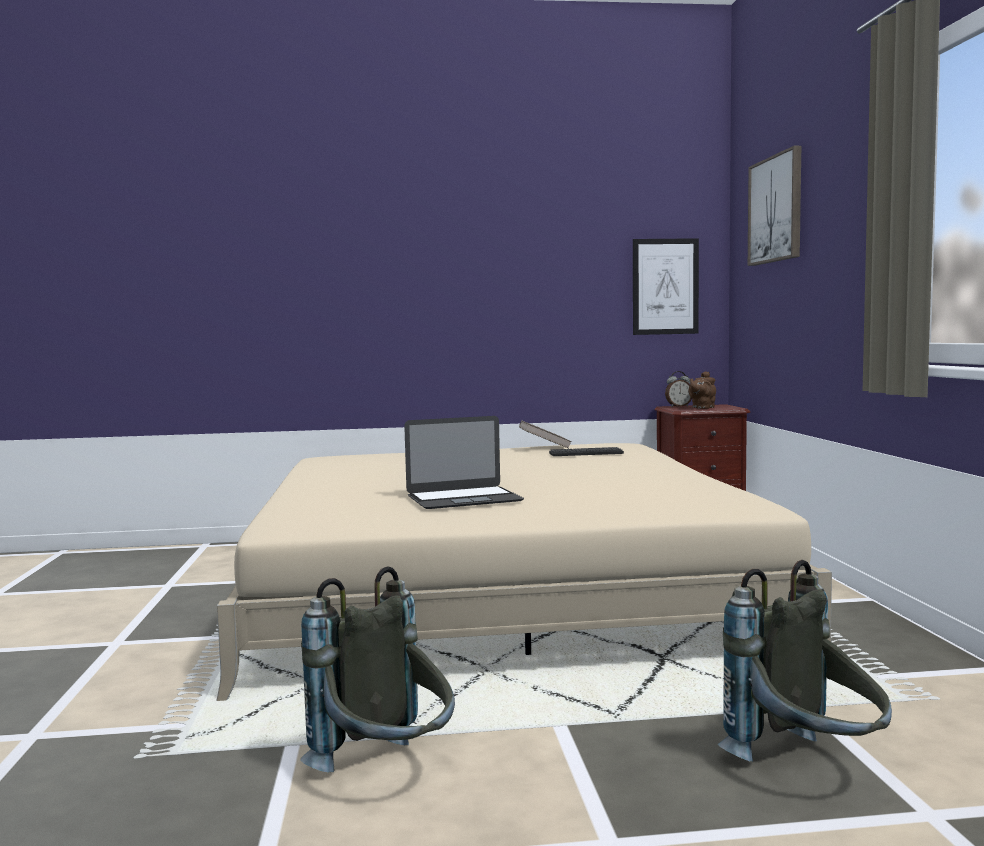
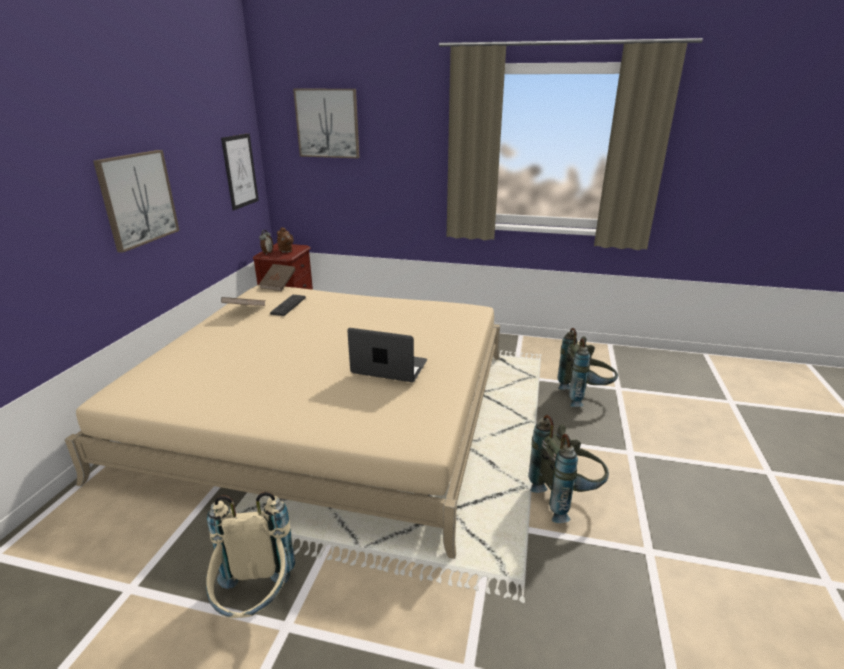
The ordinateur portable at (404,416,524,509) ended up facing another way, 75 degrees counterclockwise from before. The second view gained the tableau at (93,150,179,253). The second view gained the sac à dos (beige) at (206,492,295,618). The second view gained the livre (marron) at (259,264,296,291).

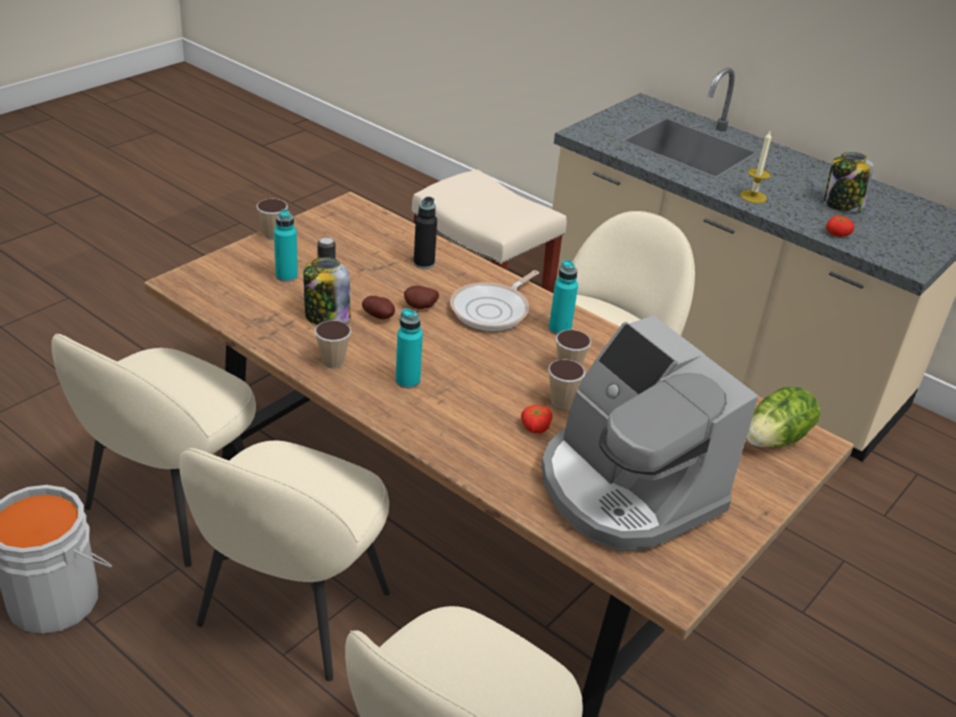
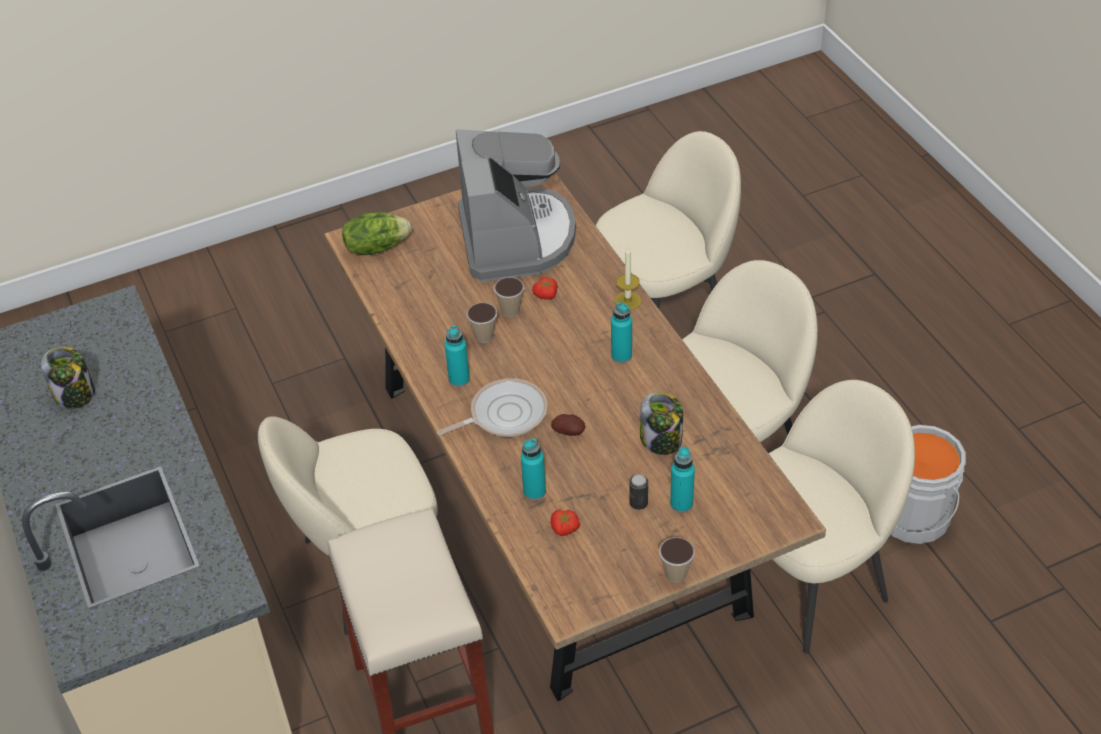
The second view lost the tasse at (315,320,351,369). The second view lost the pomme de terre at (362,296,395,319). What was the bouteille (noir) at (414,197,437,269) turned into the bouteille (turquoise) at (521,438,546,500). The bougie ended up elsewhere, having gone from (740,131,771,203) to (614,247,641,310). The tomate ended up elsewhere, having gone from (826,215,854,237) to (550,509,580,536).

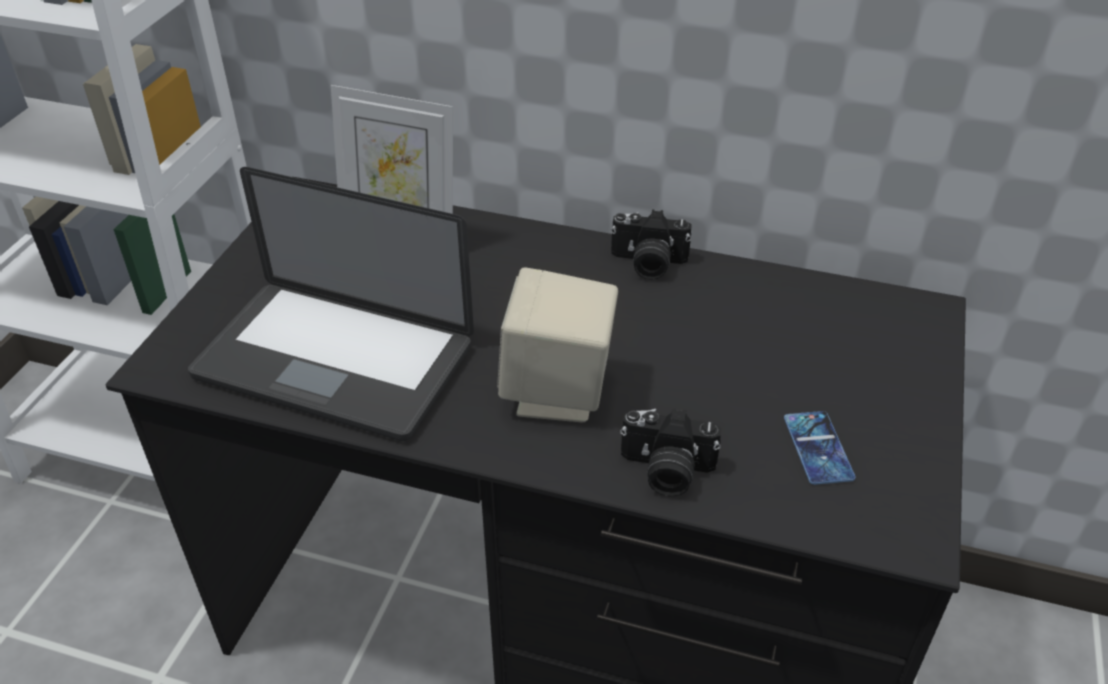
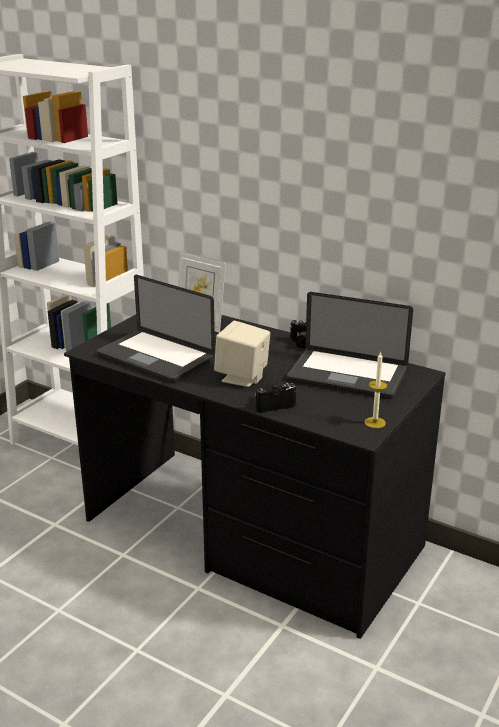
The appareil photo at (620,408,722,496) ended up facing another way, 135 degrees clockwise from before. The second view lost the téléphone at (784,411,855,485). The second view gained the ordinateur portable at (287,292,413,399). The second view gained the bougie at (364,351,387,428).

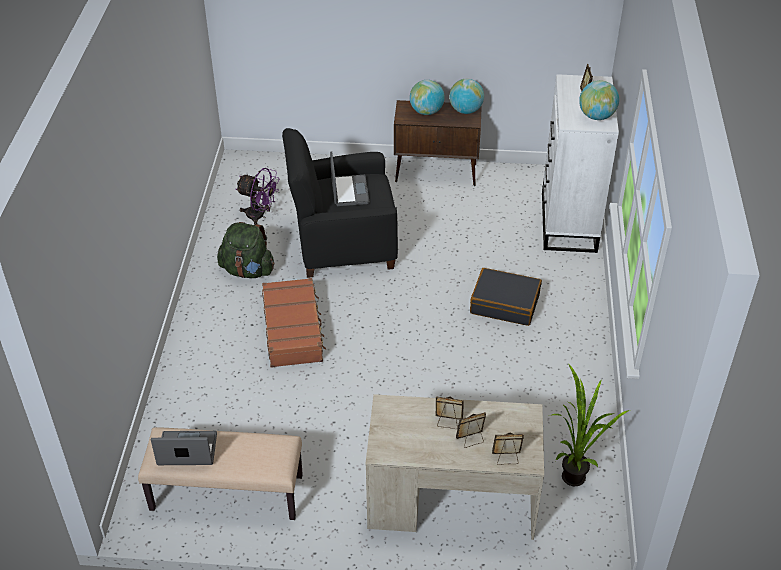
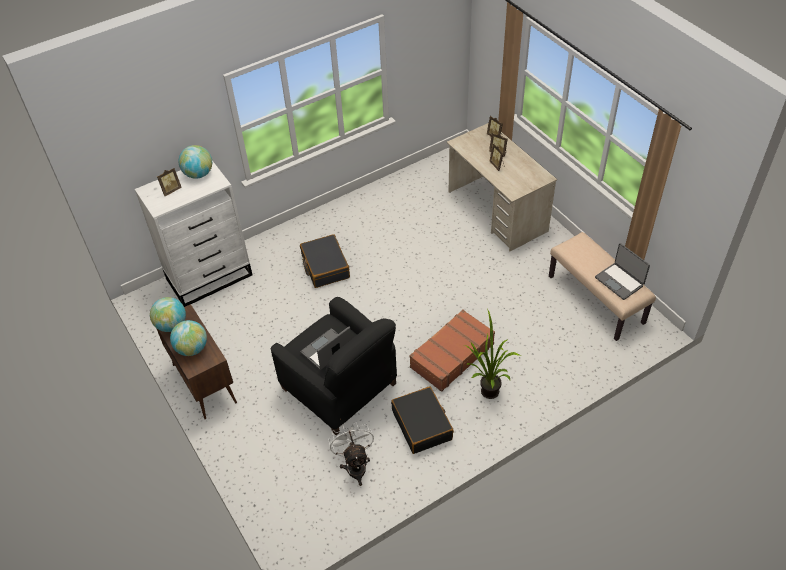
Where the sac à dos (vert) stood at (217,222,275,278), the valise (noir) came to stand at (391,386,454,454). What was the ventilateur (violet) at (236,168,279,225) turned into the ventilateur (blanc) at (328,422,374,486). The plante en pot ended up elsewhere, having gone from (552,363,630,486) to (464,309,521,399).

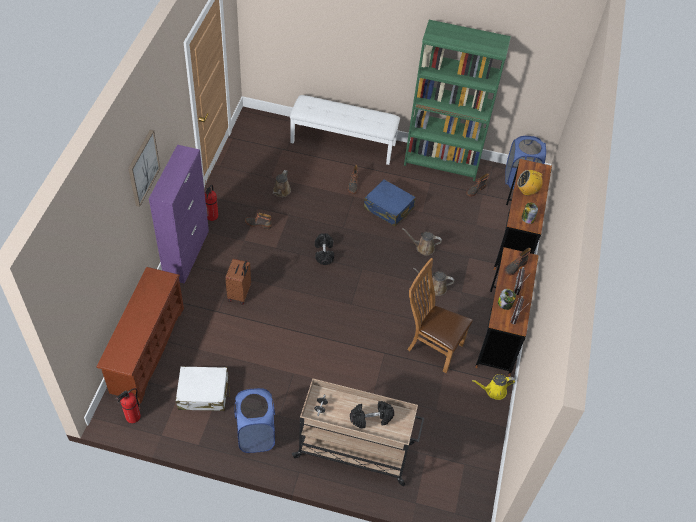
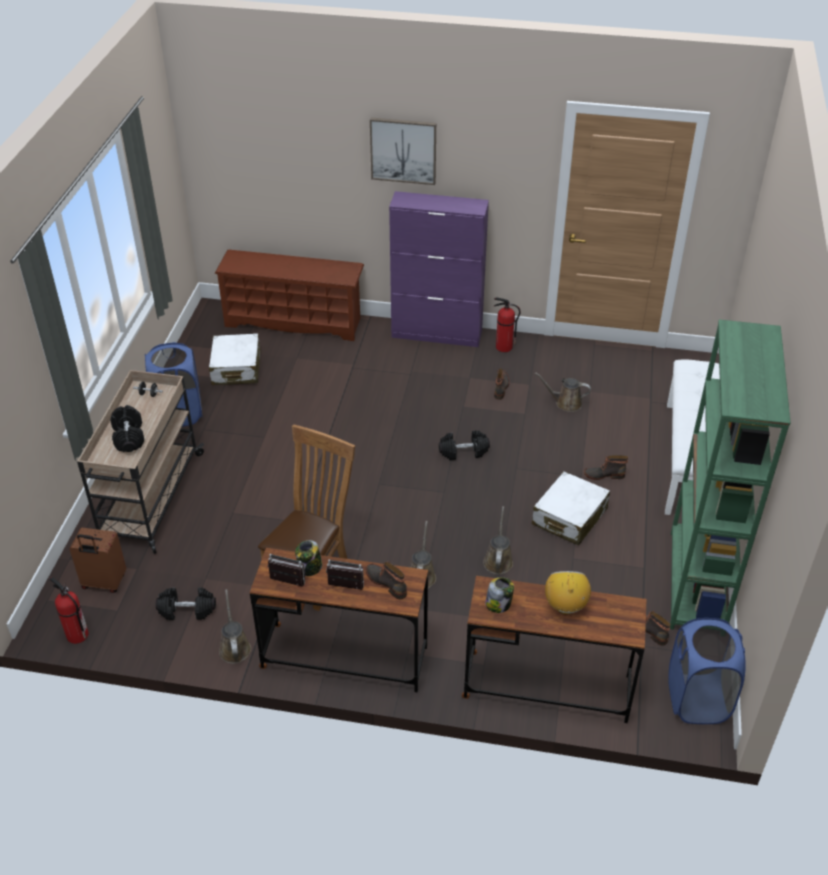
The extincteur ended up elsewhere, having gone from (116,388,141,423) to (49,577,89,644). The valise (marron) ended up elsewhere, having gone from (225,259,251,305) to (70,528,126,593). What was the valise (bleu) at (364,179,416,227) turned into the valise (blanc) at (532,471,610,545). What was the arrosoir (jaune) at (472,374,515,400) turned into the arrosoir (marron) at (219,589,251,664). The second view gained the haltère (noir) at (156,588,216,620).

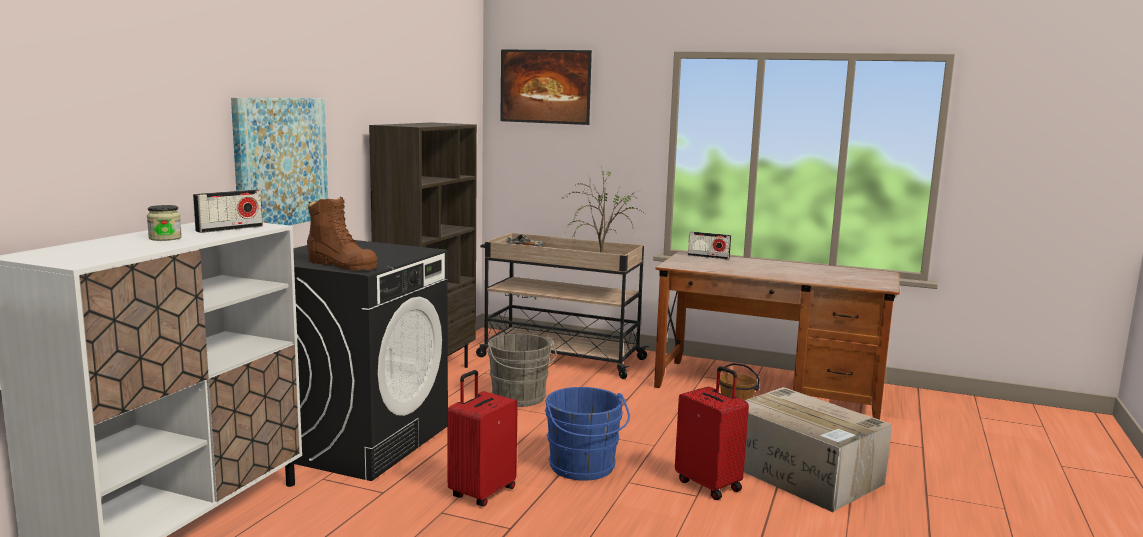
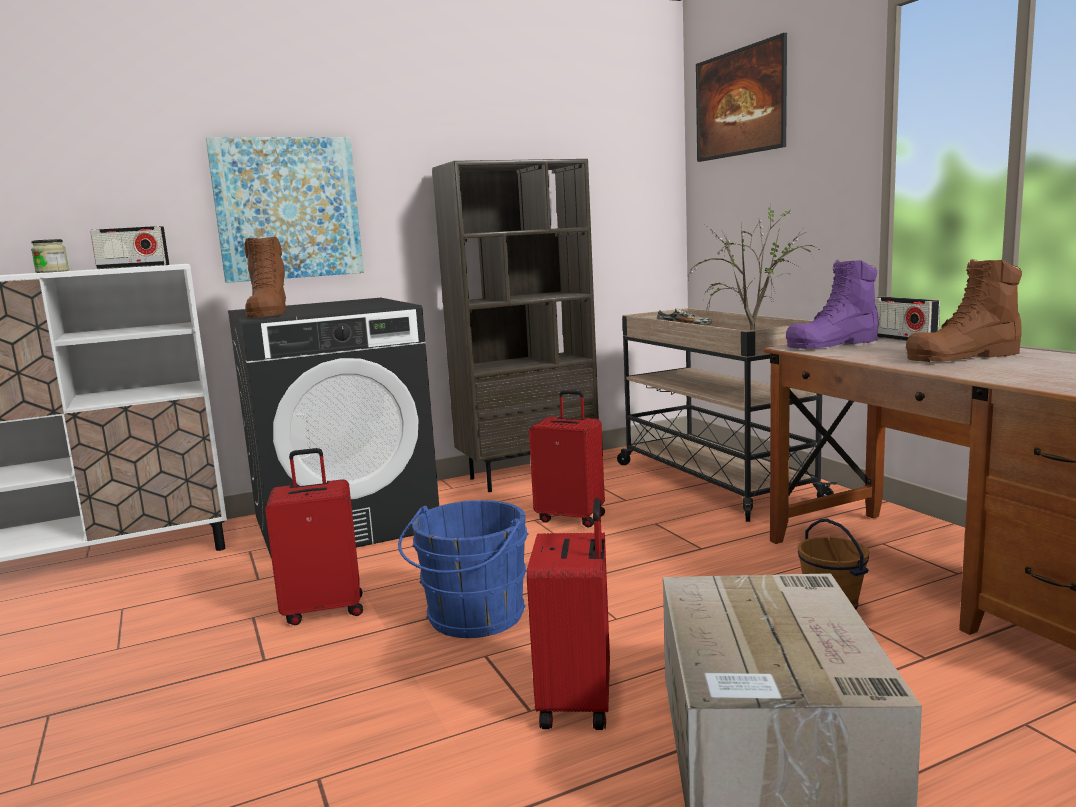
Where the seau (gris) stood at (487,334,557,407), the valise (rouge) came to stand at (529,390,605,527). The second view gained the botte (violet) at (786,260,879,349). The second view gained the botte (marron) at (906,259,1022,362).

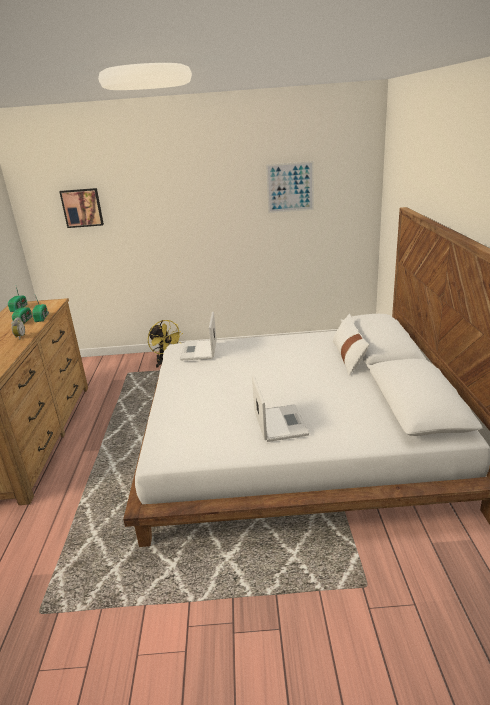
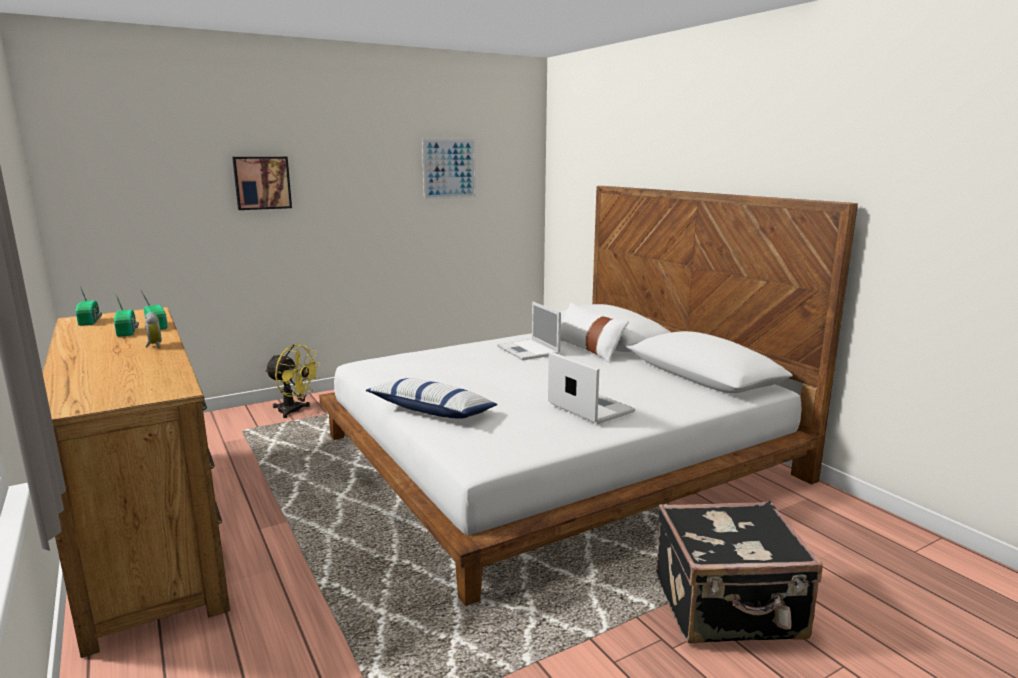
The tableau ended up elsewhere, having gone from (59,188,104,228) to (232,157,292,210). The ordinateur portable ended up elsewhere, having gone from (180,312,217,360) to (497,302,561,360). The second view gained the coussin at (366,378,498,419). The second view gained the valise (noir) at (656,501,823,644).

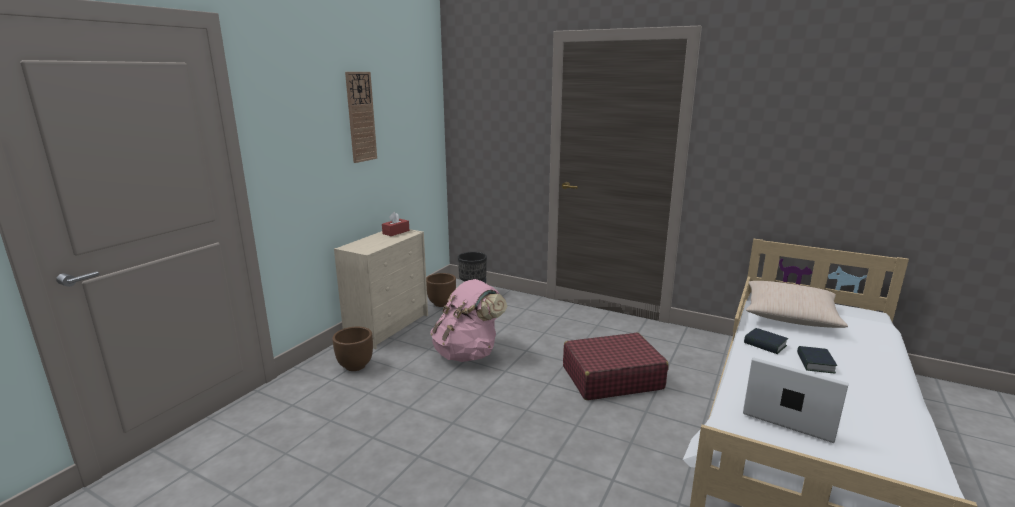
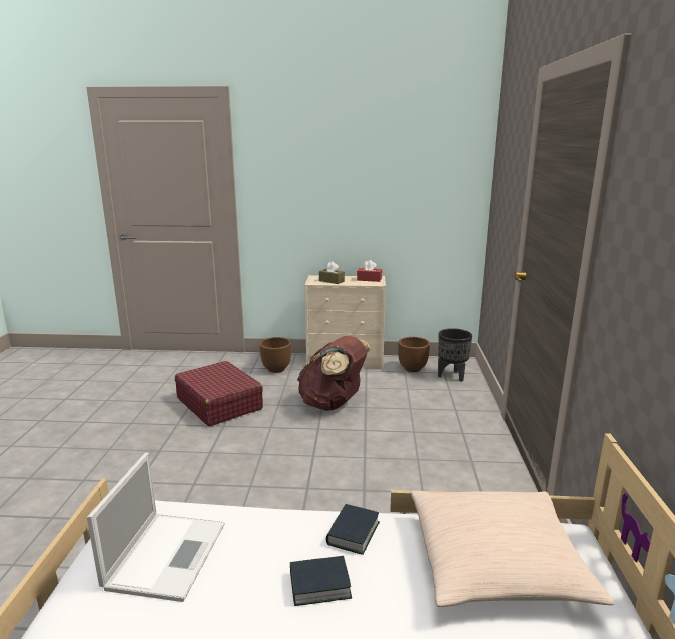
The second view lost the horloge murale at (345,72,377,163). What was the sac à dos (rose) at (430,279,507,362) turned into the sac à dos (marron) at (297,336,371,411). The valise (rouge) ended up elsewhere, having gone from (563,333,669,400) to (175,361,263,426). The second view gained the boîte à mouchoirs (marron) at (319,261,345,284).

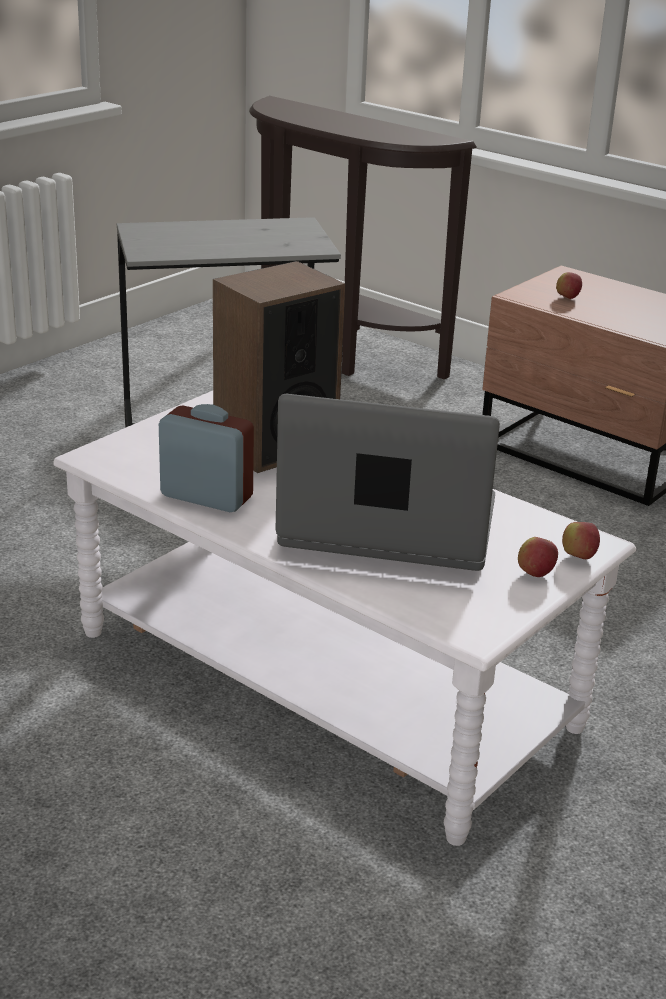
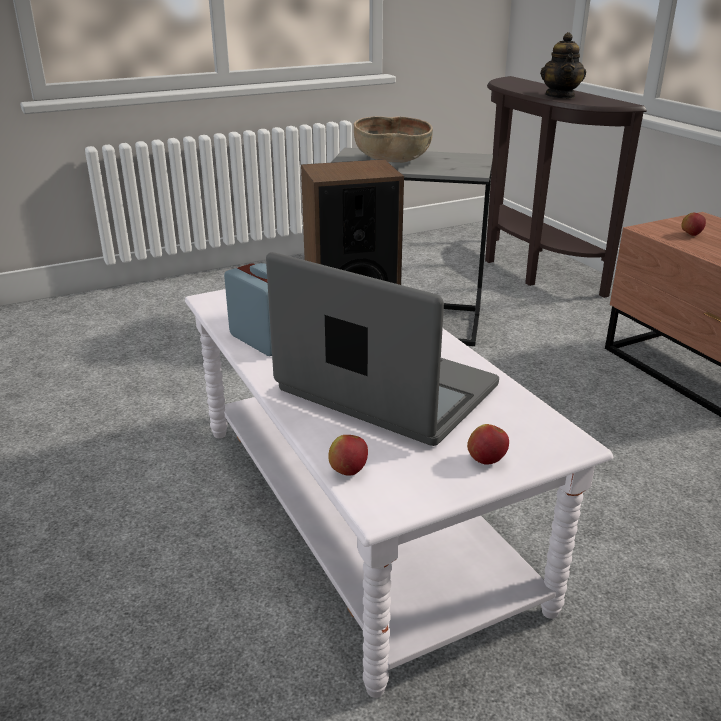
The pomme ended up elsewhere, having gone from (562,522,600,559) to (328,435,368,476). The second view gained the bol (marron) at (354,116,433,163). The second view gained the théière at (540,32,586,99).

